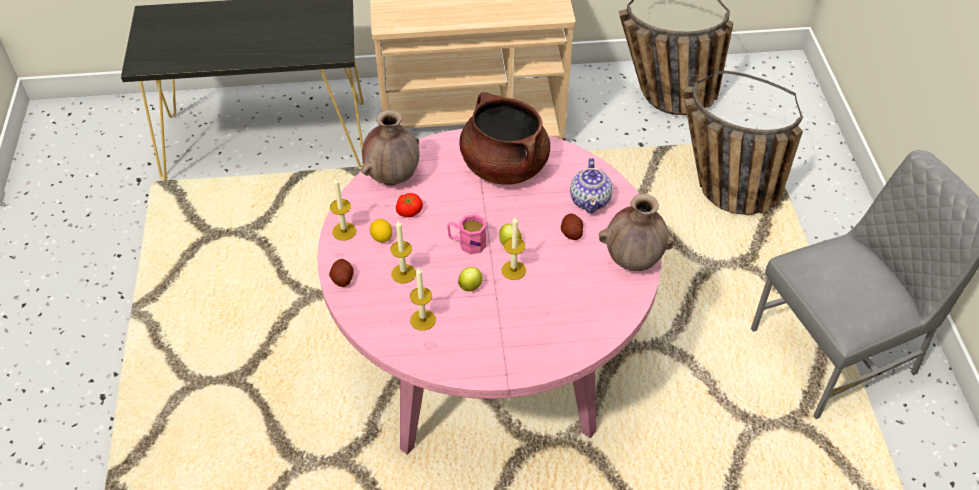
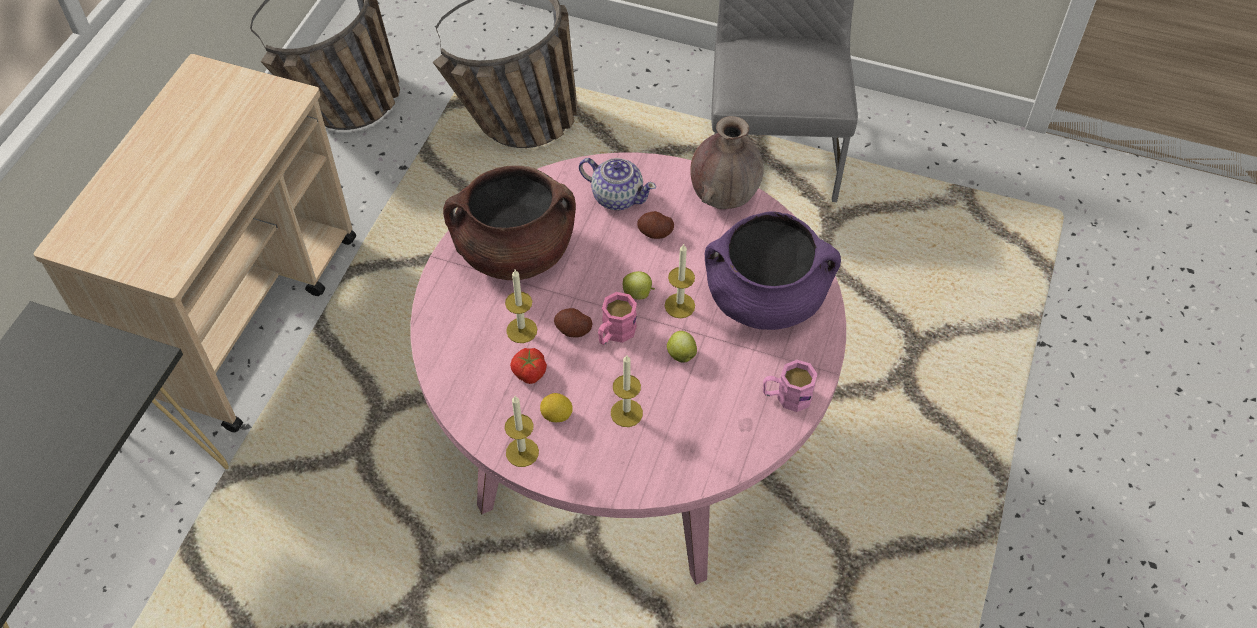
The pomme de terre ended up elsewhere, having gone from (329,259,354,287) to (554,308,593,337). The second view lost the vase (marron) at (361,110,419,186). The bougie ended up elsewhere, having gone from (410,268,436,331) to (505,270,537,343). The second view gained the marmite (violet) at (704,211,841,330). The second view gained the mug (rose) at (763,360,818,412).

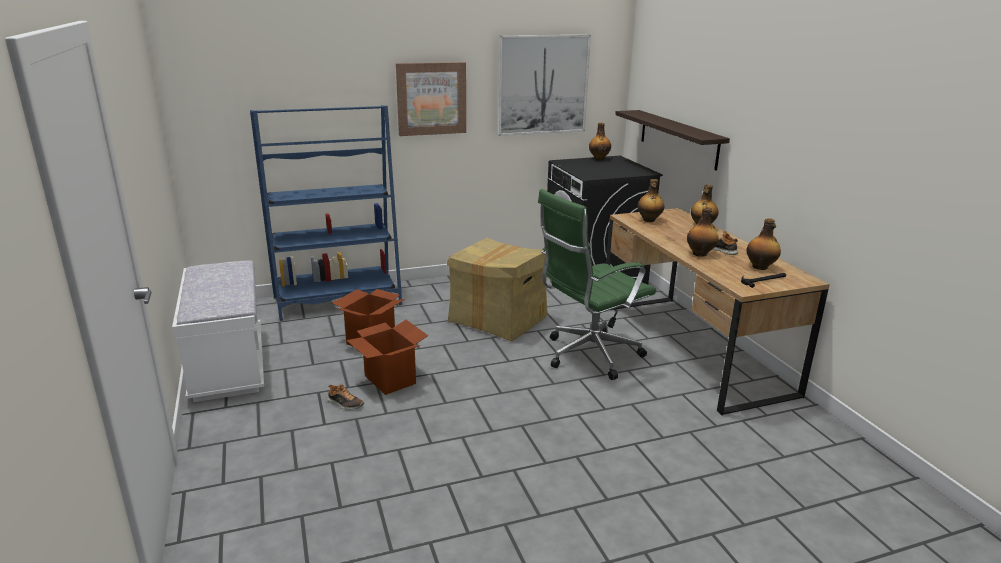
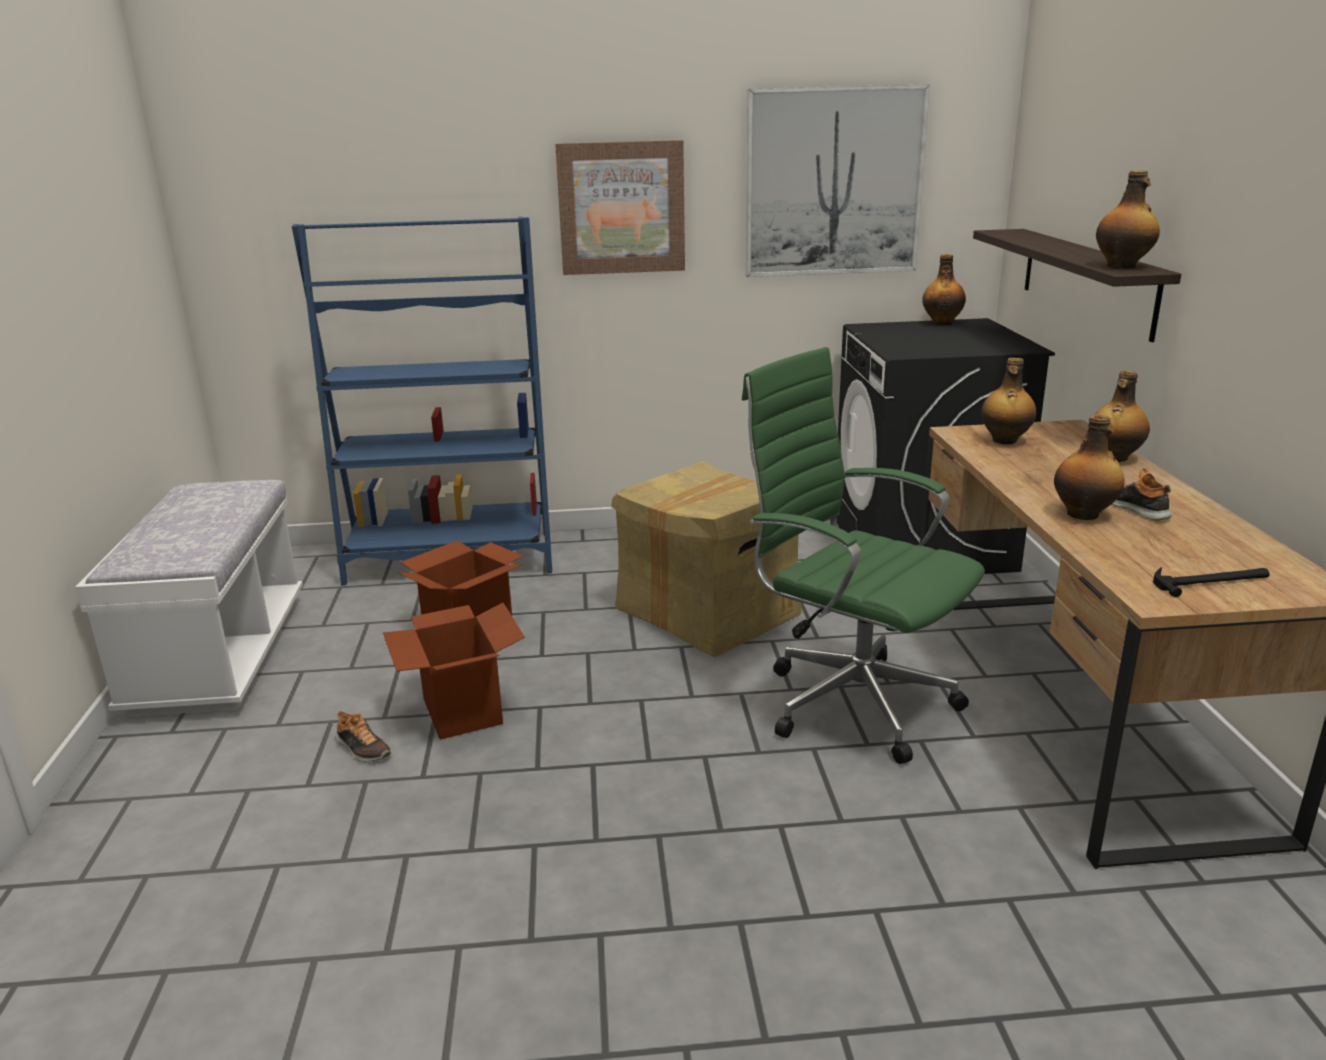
The chaise de bureau (vert) at (538,189,656,380) ended up facing another way, 60 degrees clockwise from before. The bouteille ended up elsewhere, having gone from (746,218,781,270) to (1096,170,1160,268).

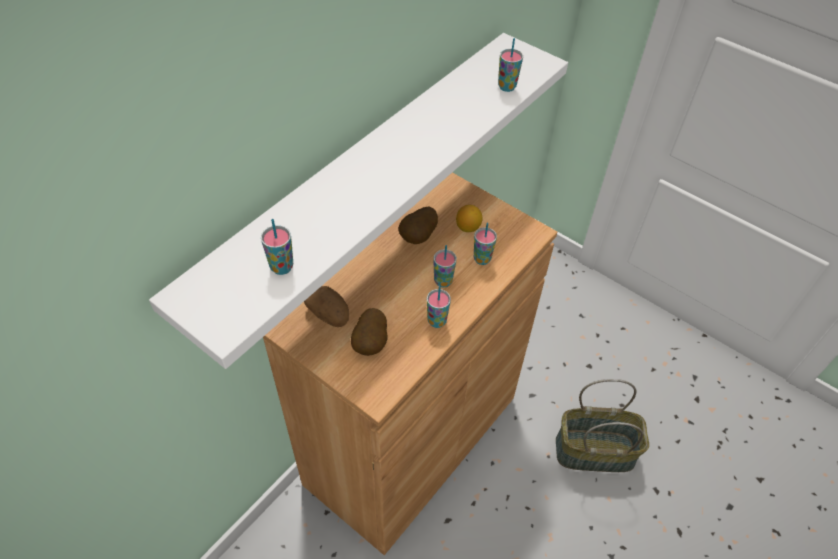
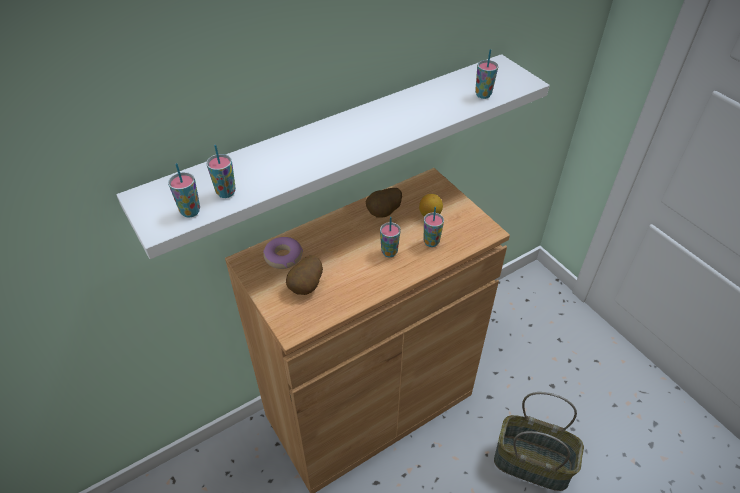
Where the pomme de terre stood at (304,286,349,327), the beignet came to stand at (263,237,303,269). The tasse ended up elsewhere, having gone from (427,286,451,328) to (168,163,200,218).

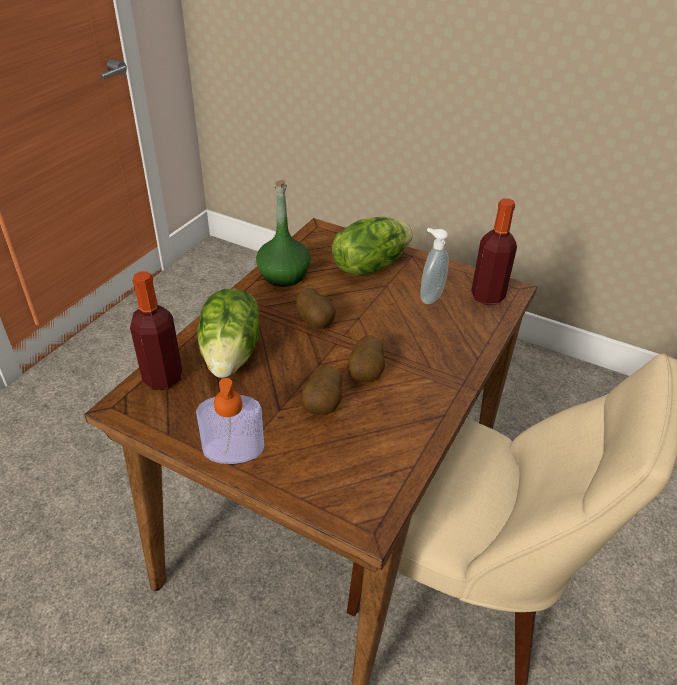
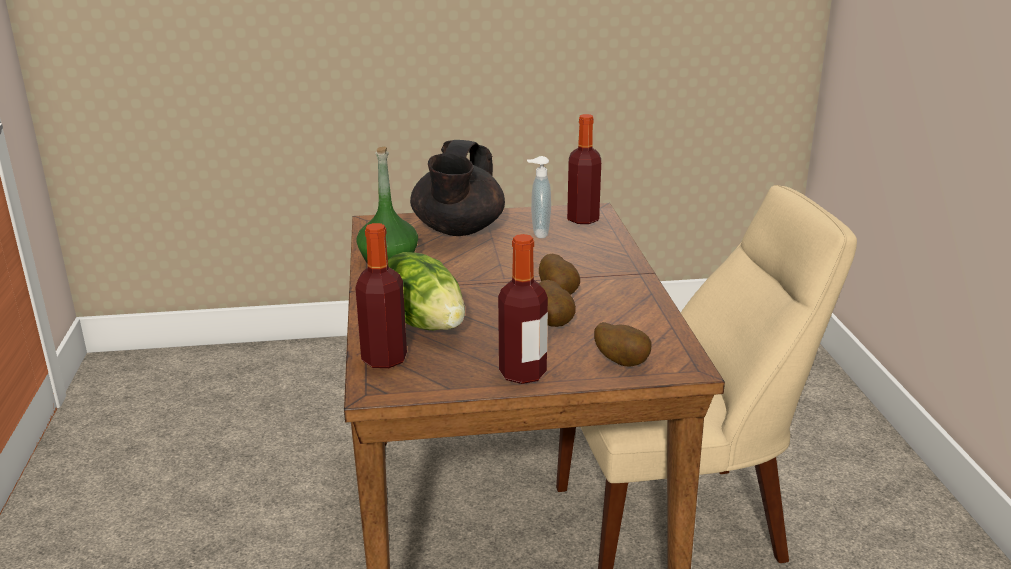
Where the distributeur de savon stood at (196,378,264,464), the bouteille came to stand at (498,234,548,384). The pomme de terre ended up elsewhere, having gone from (296,288,336,329) to (594,322,652,366). Where the laitue stood at (332,217,413,275), the théière (noir) came to stand at (410,140,505,236).

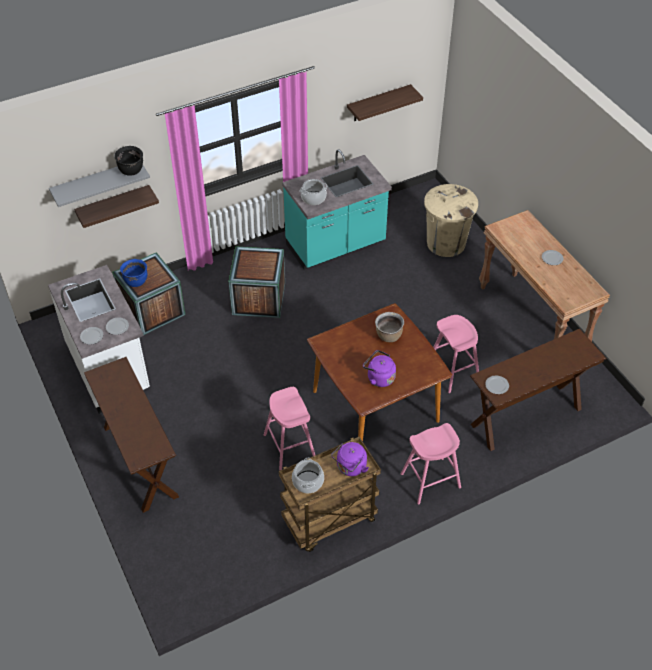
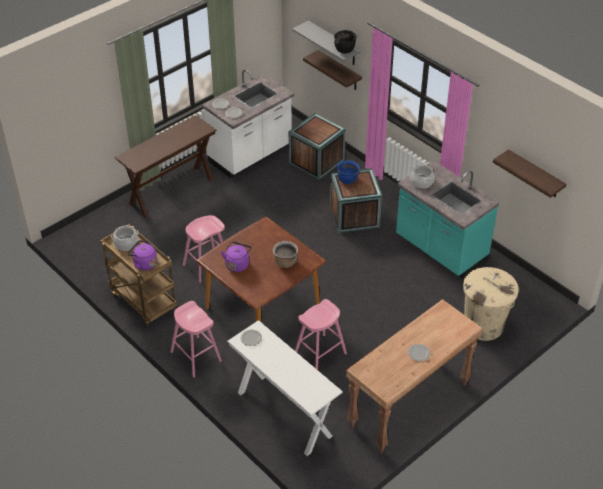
The marmite (bleu) ended up elsewhere, having gone from (120,259,148,287) to (337,160,360,184). What was the table console (marron) at (470,329,607,451) turned into the table console (blanc) at (227,320,343,456).

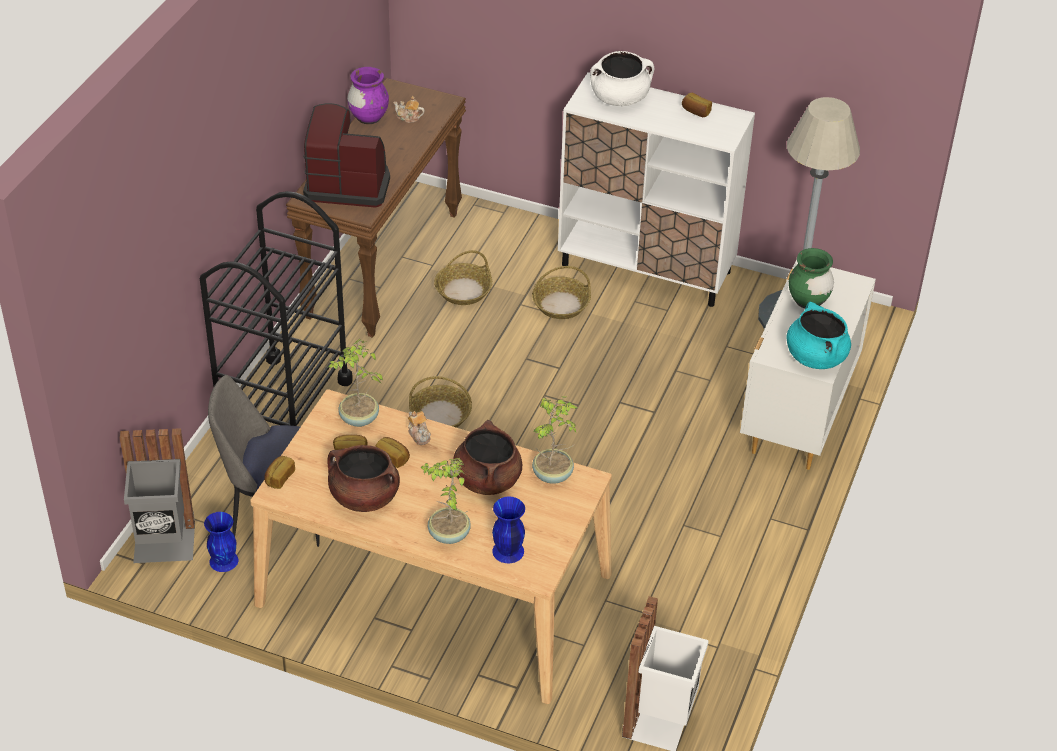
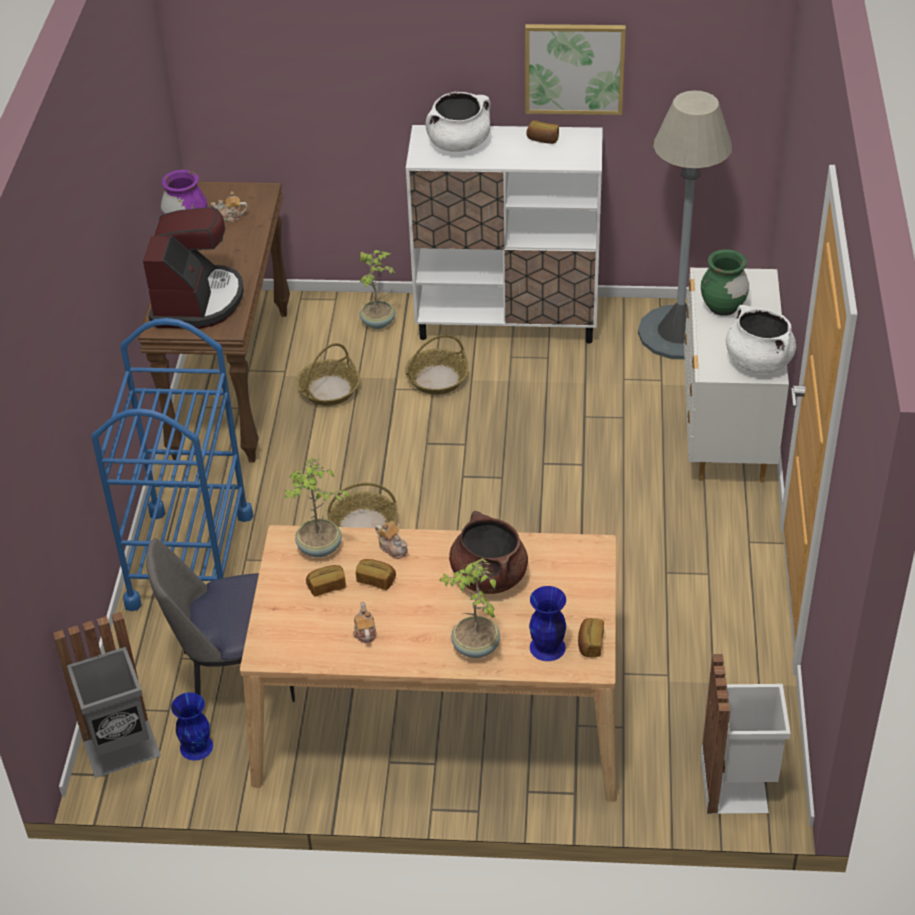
What was the chariot (noir) at (200,191,353,426) turned into the chariot (bleu) at (91,318,254,611). The pain ended up elsewhere, having gone from (264,456,295,489) to (578,618,604,658). The machine à café at (303,103,390,208) ended up facing another way, 105 degrees clockwise from before. Where the marmite (marron) stood at (328,445,400,512), the théière came to stand at (353,601,376,643). The plante en pot ended up elsewhere, having gone from (532,396,577,484) to (360,250,396,329). What was the marmite (turquoise) at (786,302,851,369) turned into the marmite (blanc) at (726,305,796,373). The second view gained the tableau at (525,24,626,115).

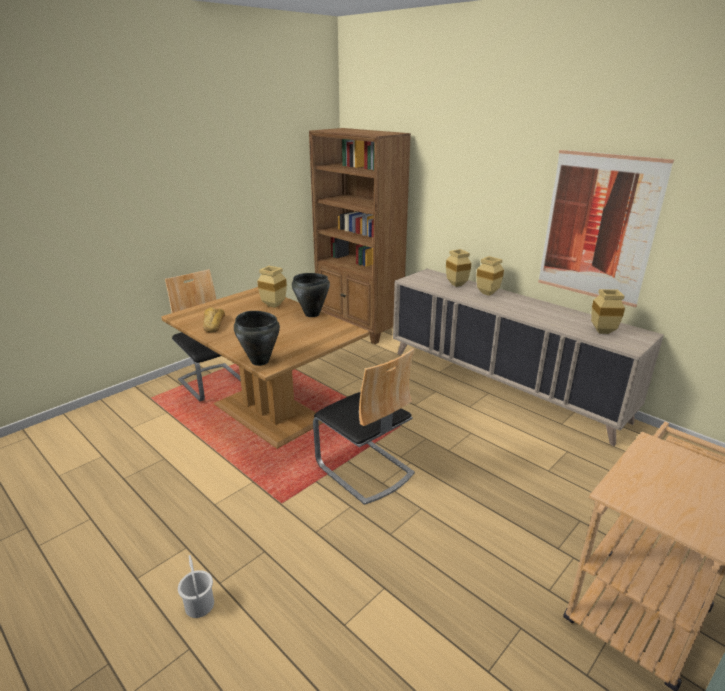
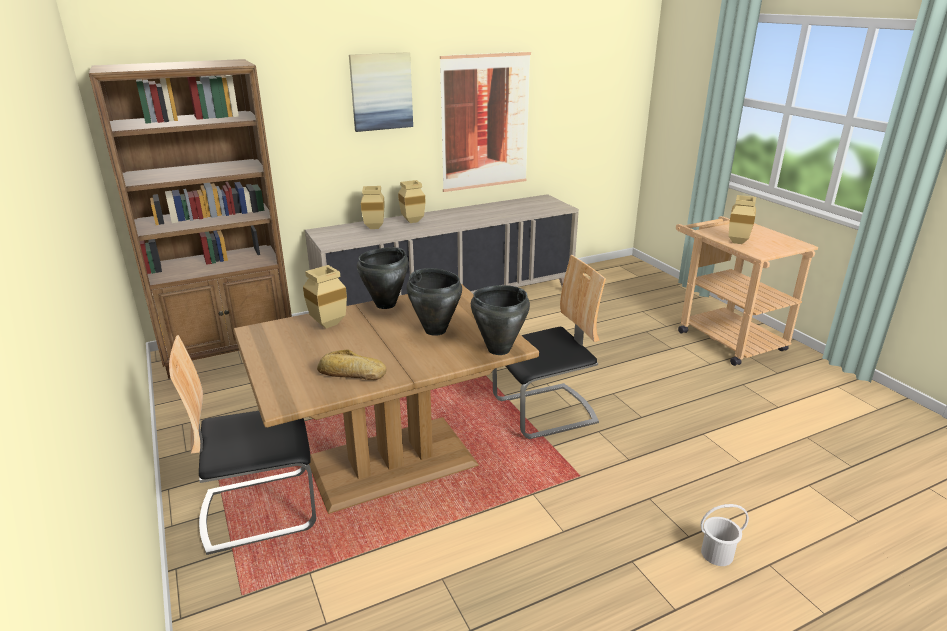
The vase (beige) ended up elsewhere, having gone from (591,289,625,334) to (729,195,756,244). The second view gained the tableau at (349,52,413,132). The second view gained the marmite (noir) at (406,268,462,336).

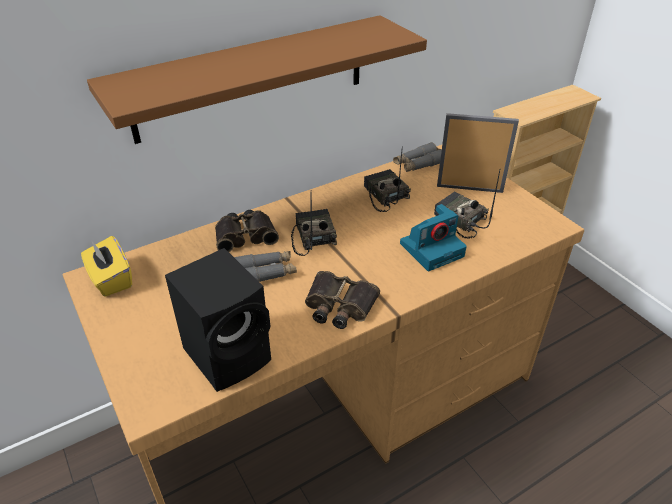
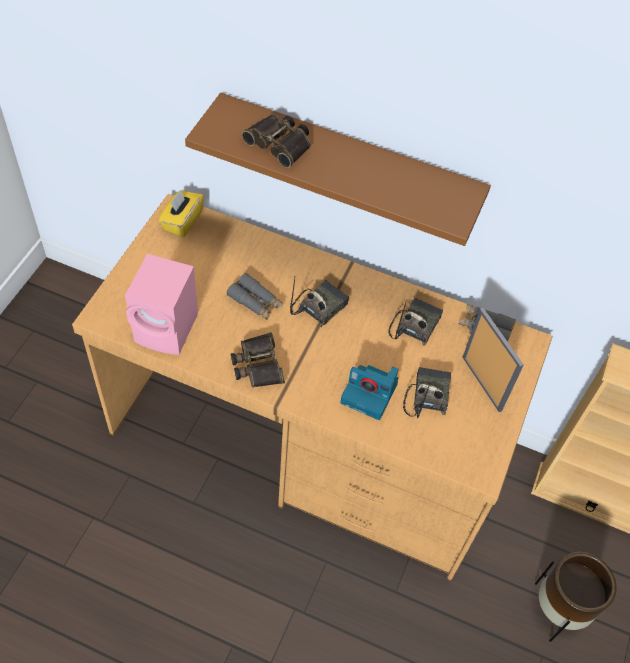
What was the enceinte (noir) at (165,248,271,392) turned into the enceinte (rose) at (125,254,198,355). The jumelles ended up elsewhere, having gone from (215,210,279,252) to (242,114,311,168). The second view gained the cache-pot (marron) at (535,551,616,642).

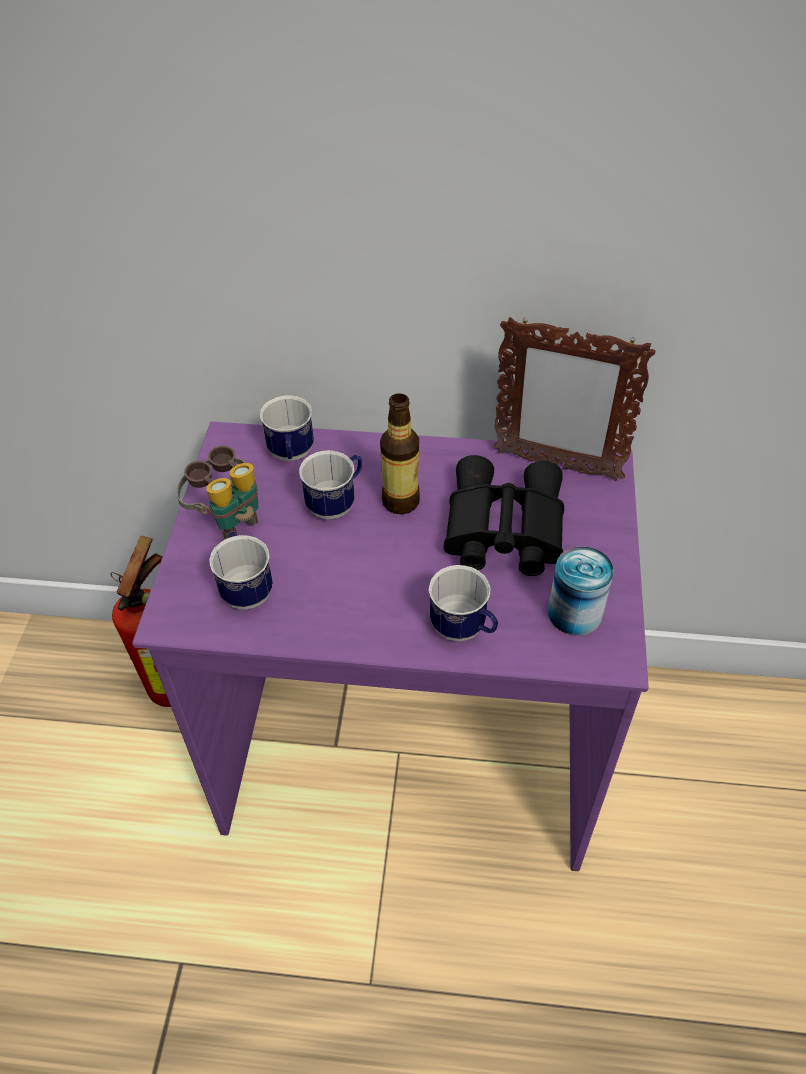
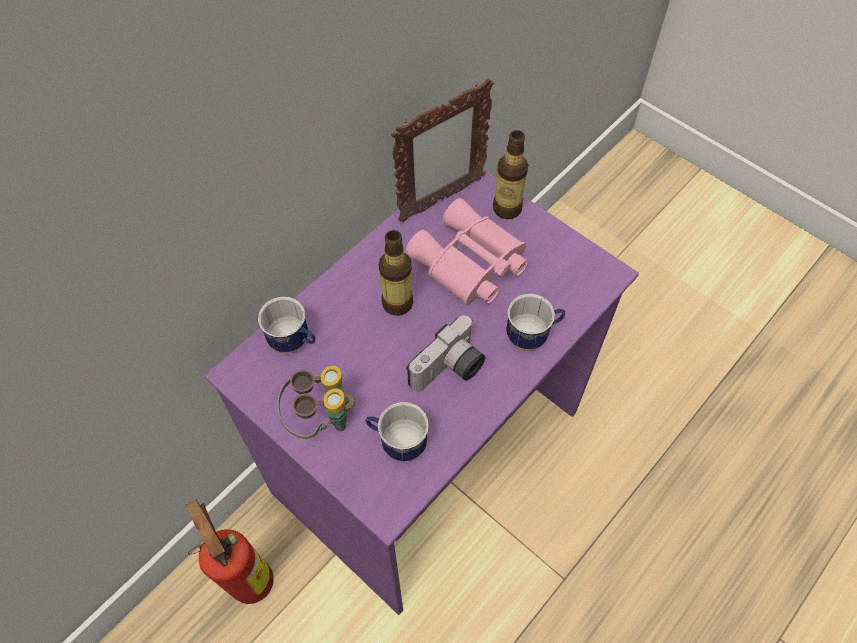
The second view lost the mug at (299,450,362,520). What was the jumelles (noir) at (444,455,564,576) turned into the jumelles (rose) at (406,198,528,305). The second view lost the boîte métallique at (548,546,614,636). The second view gained the appareil photo at (406,315,486,392). The second view gained the bouteille at (493,130,528,219).

